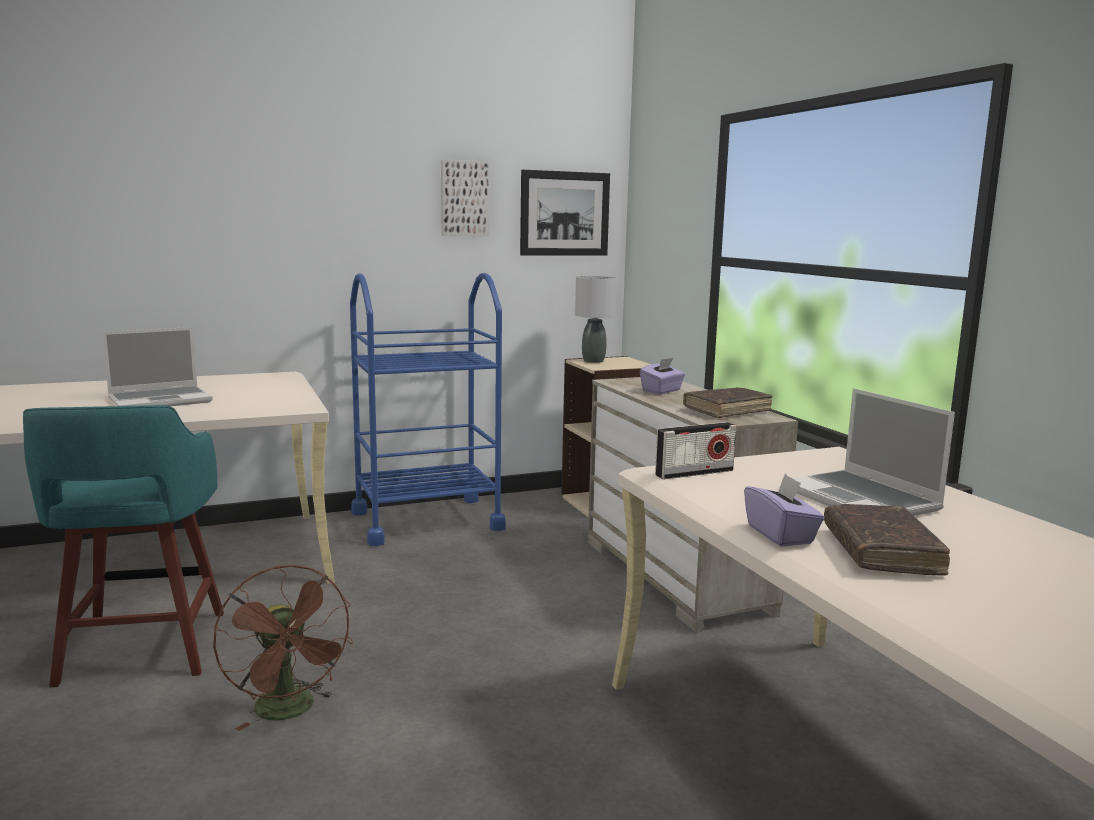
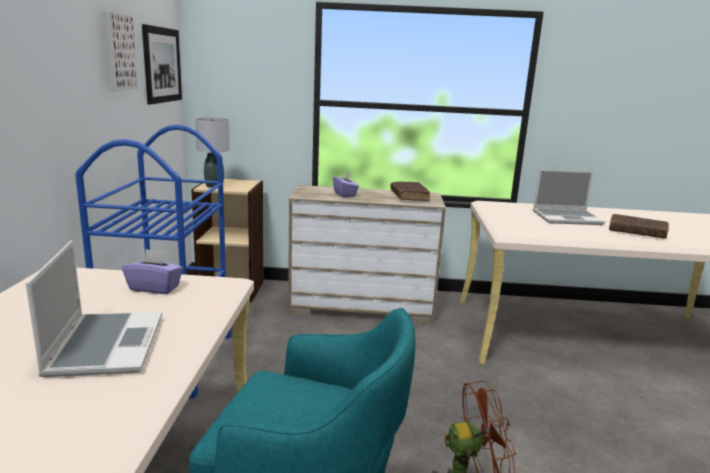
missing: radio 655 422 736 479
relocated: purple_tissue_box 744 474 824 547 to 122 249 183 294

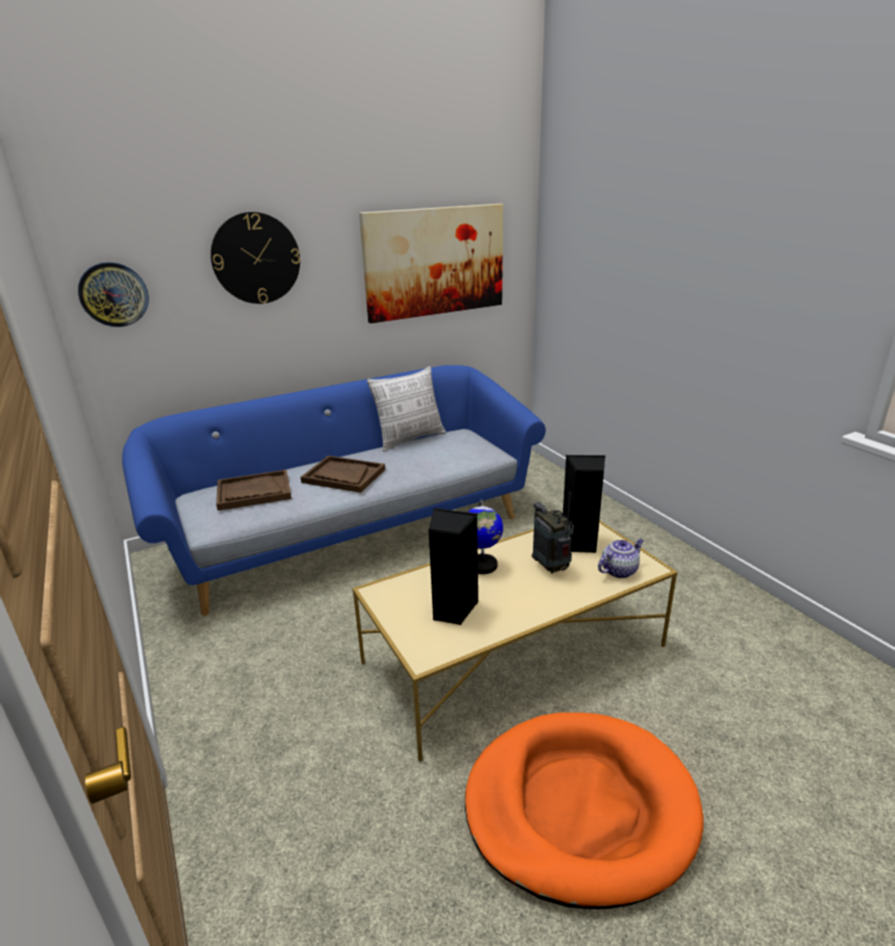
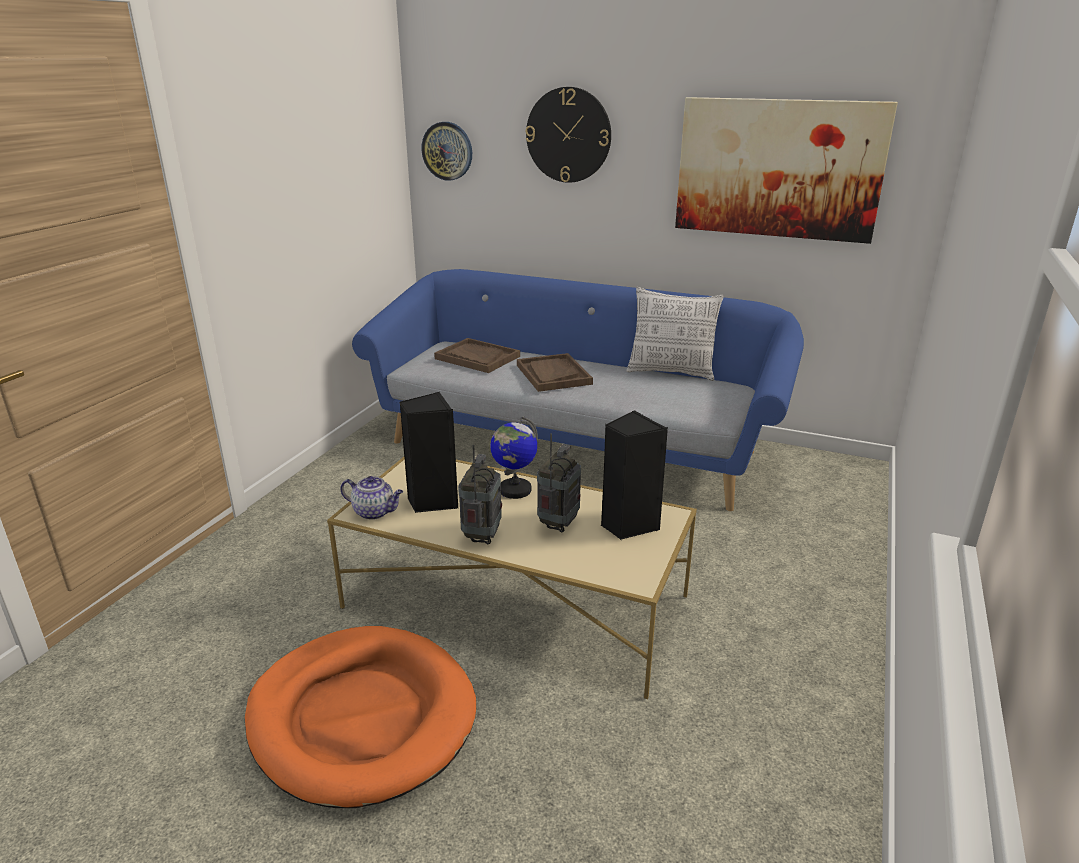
appeared: radio 458 445 502 544
relocated: teapot 598 539 644 578 to 340 476 403 520

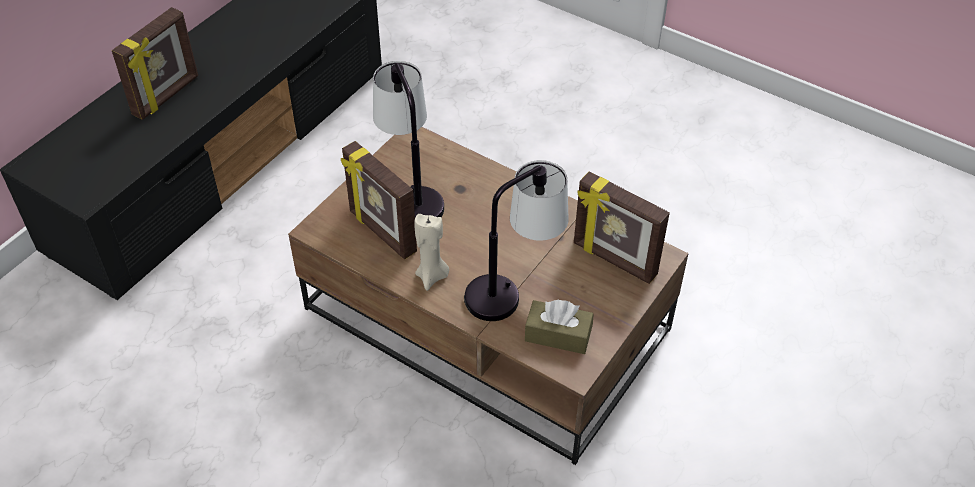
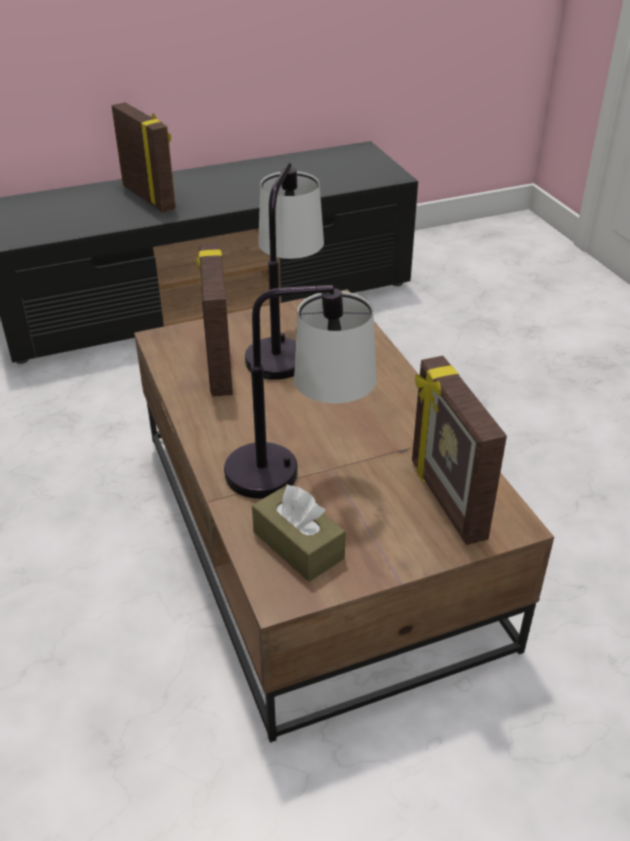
missing: beige_candle 414 214 449 291
spun: picture_frame 112 7 198 120 = 111 102 176 213 105 degrees counterclockwise

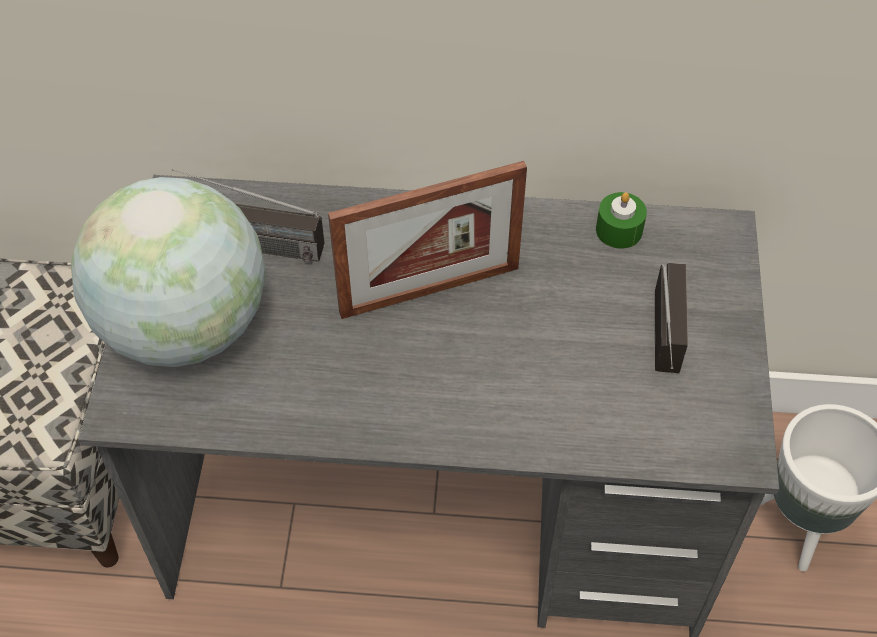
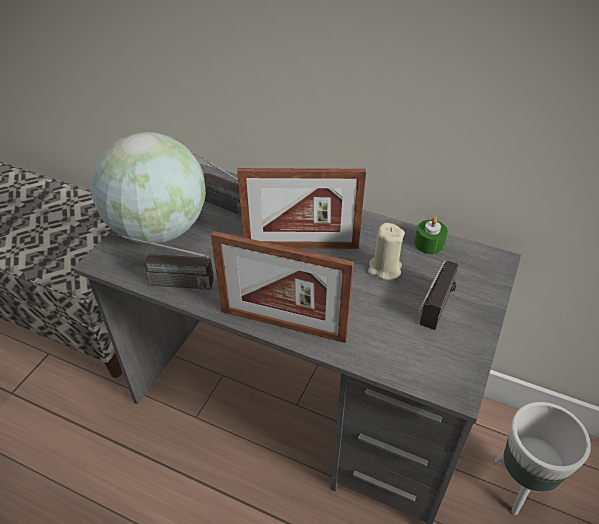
appeared: radio 108 232 214 290; picture_frame 211 231 354 343; beige_candle 368 223 405 280

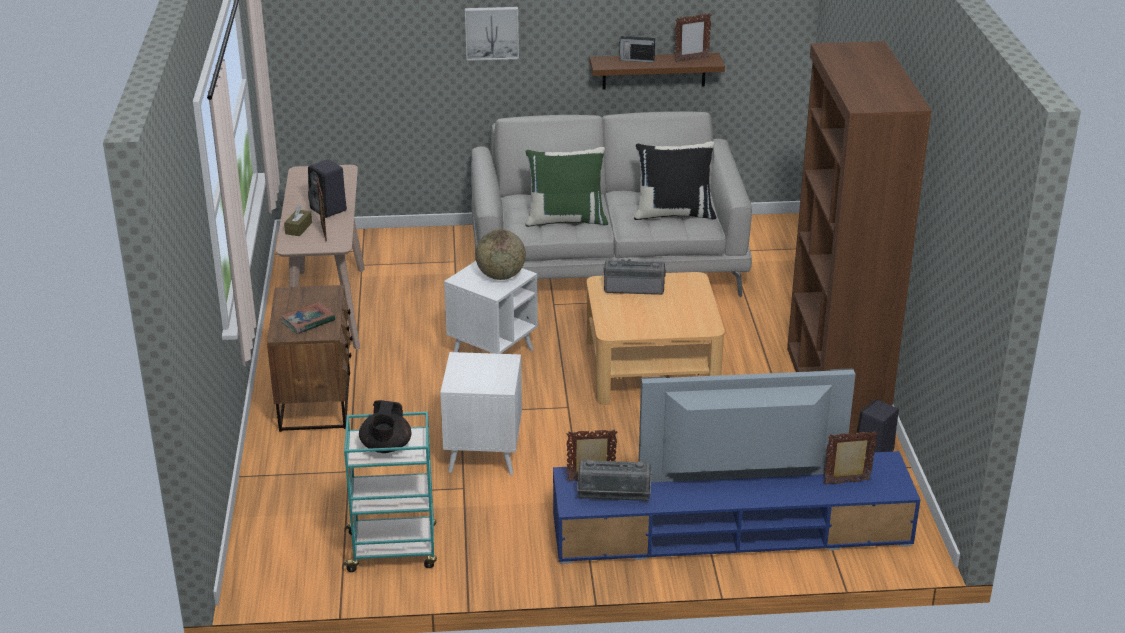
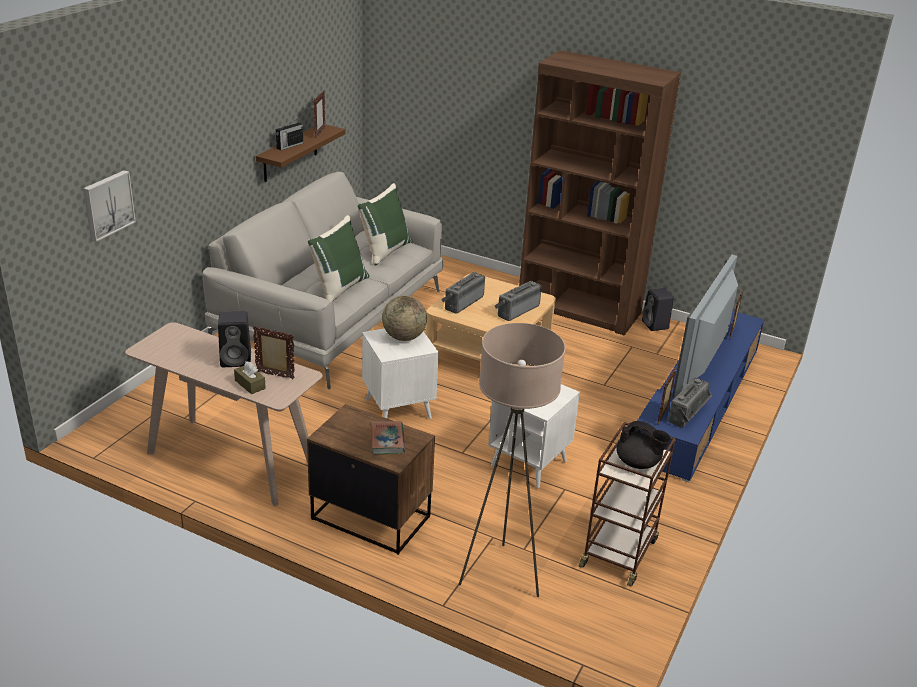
appeared: beige_floor_lamp 459 323 566 597; radio 495 281 542 321
relocated: picture 465 7 519 61 to 83 170 136 242
colour: black_pillow 634 141 716 220 to green_pillow 357 183 413 266; turquoise_cart 342 412 437 572 to brown_cart 578 422 676 587

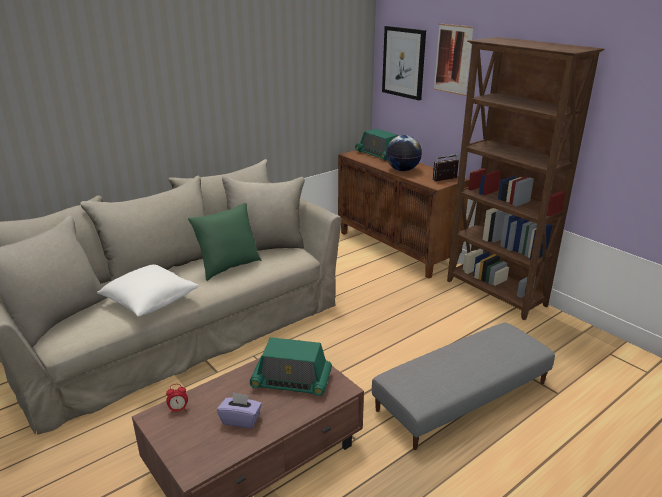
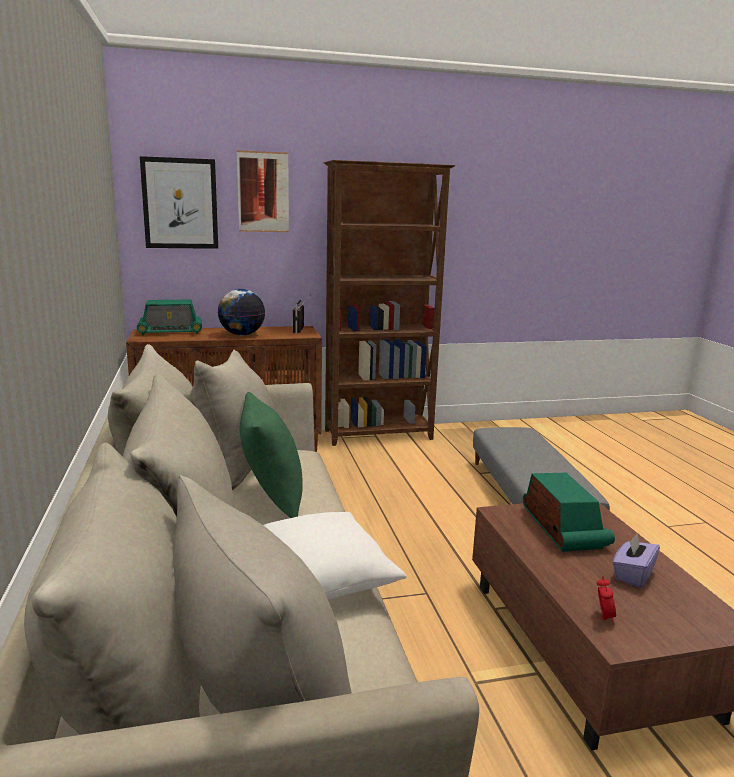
spun: radio 250 337 332 396 = 523 473 615 552 45 degrees counterclockwise

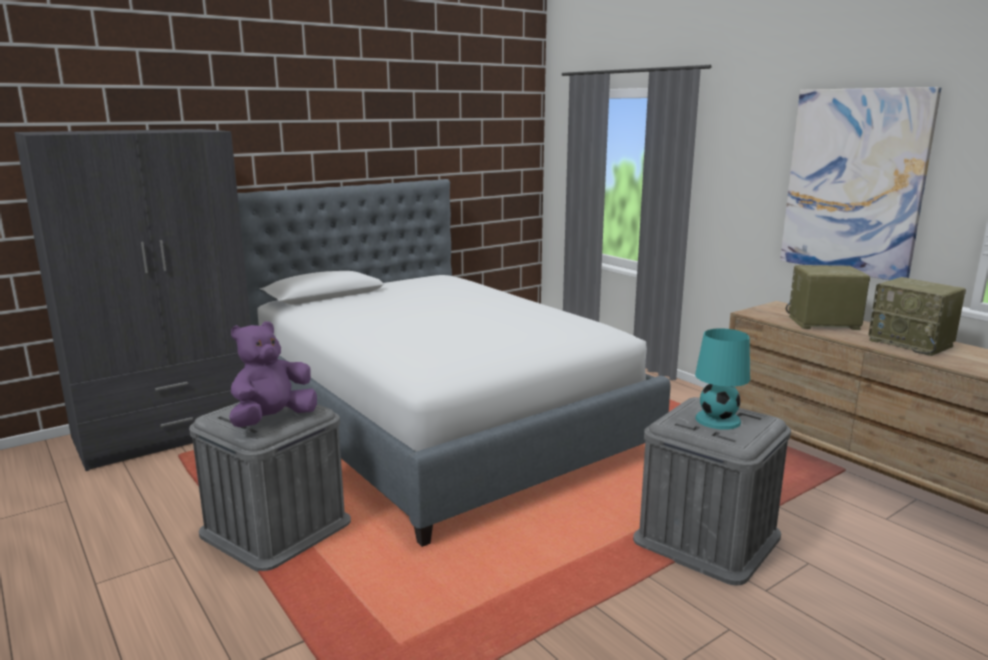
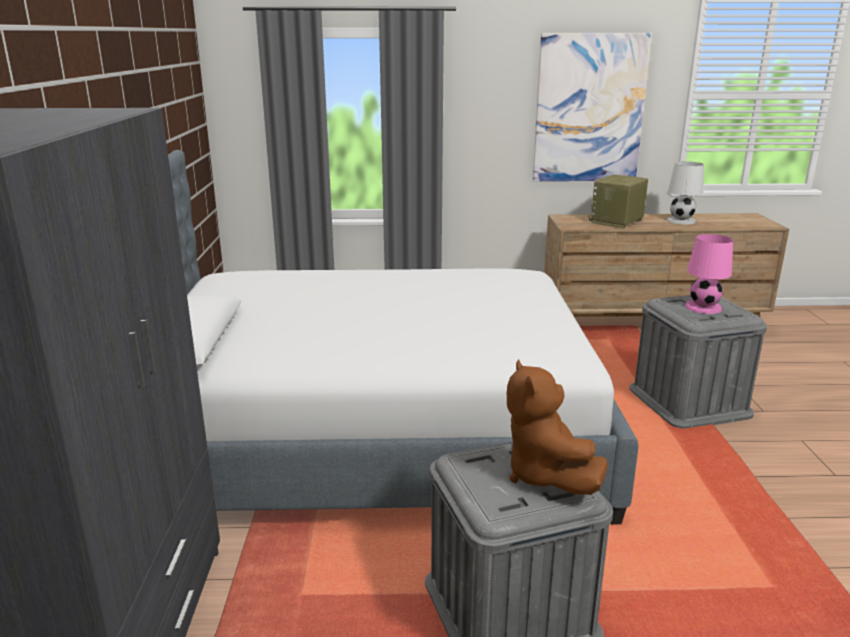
exchanged: radio 868 277 966 356 to white_table_lamp 667 161 704 224
colour: purple_plush_toy 229 321 317 427 to brown_plush_toy 507 359 608 495; turquoise_table_lamp 695 328 750 430 to pink_table_lamp 685 234 733 314

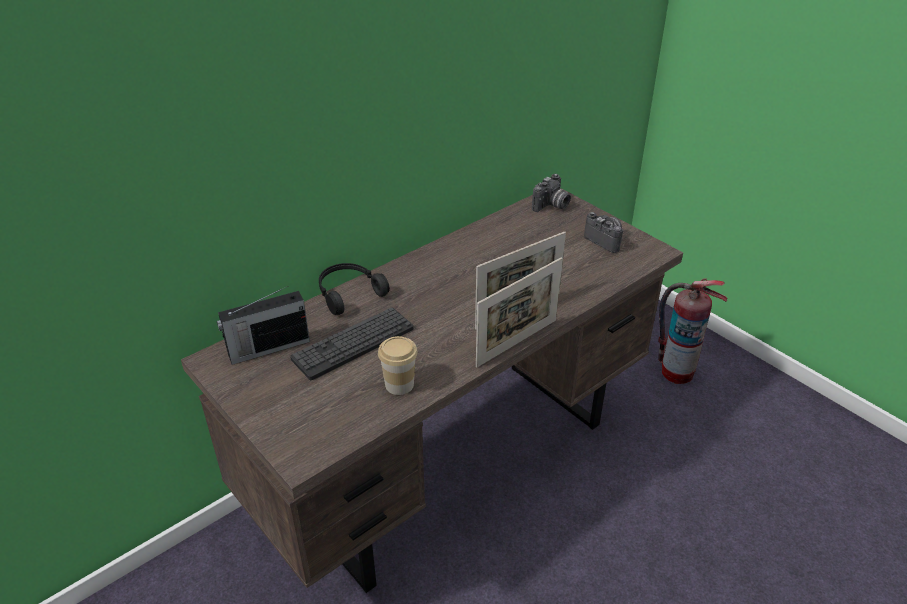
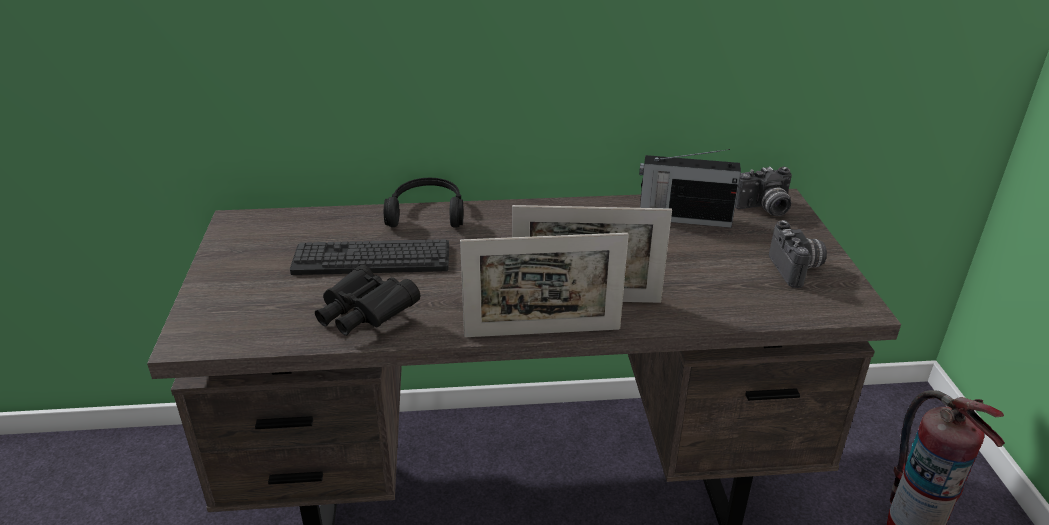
relocated: radio 217 286 310 365 to 639 149 741 228
exchanged: cup 378 336 418 395 to black_binoculars 315 265 420 336

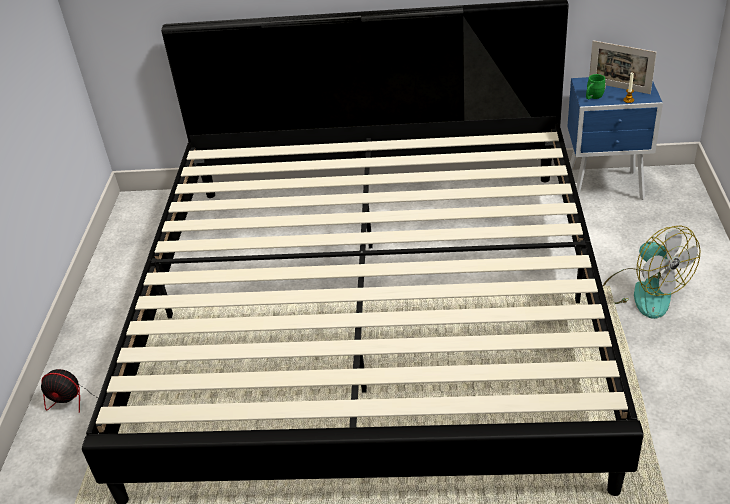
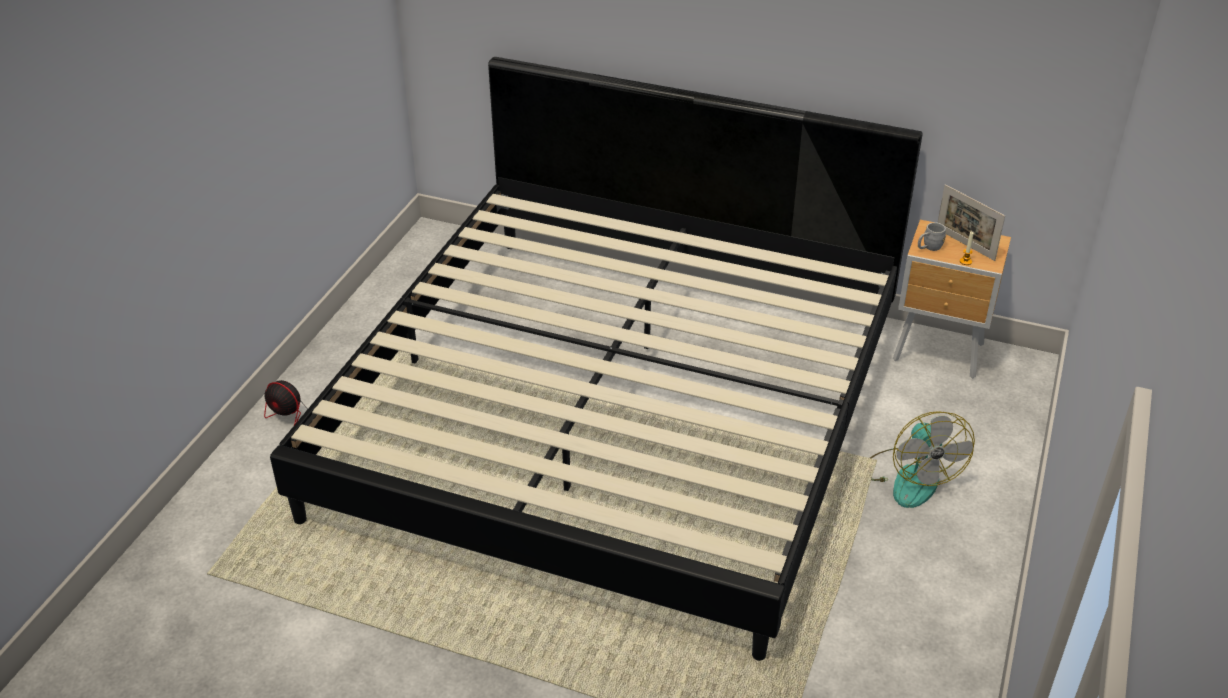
colour: blue_nightstand 567 77 663 200 to brown_nightstand 893 220 1011 379; green_mug 586 74 606 99 to grey_mug 918 222 946 251

